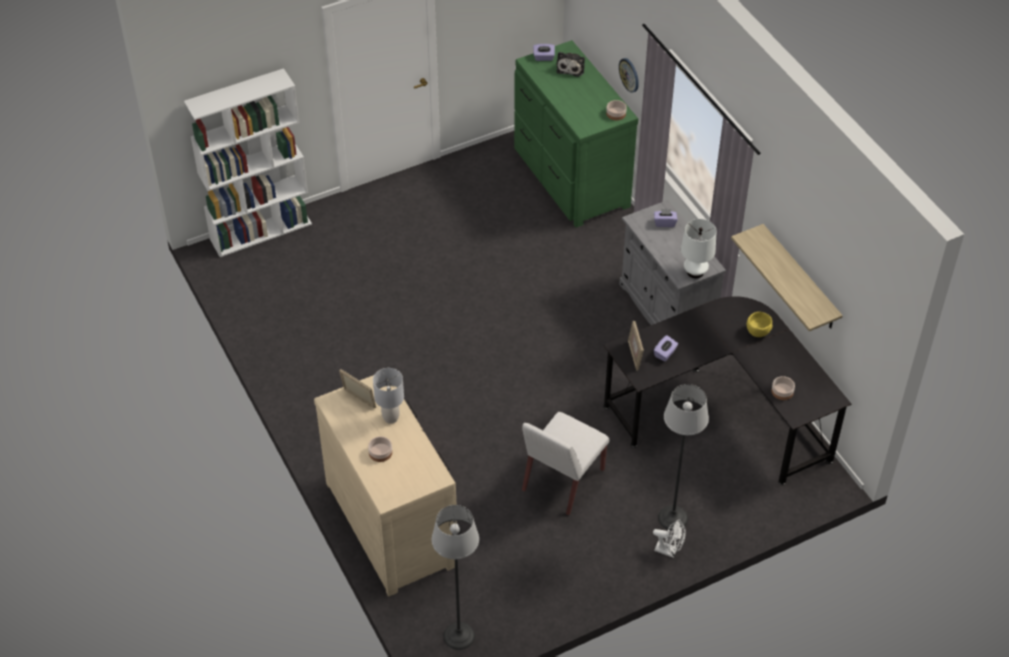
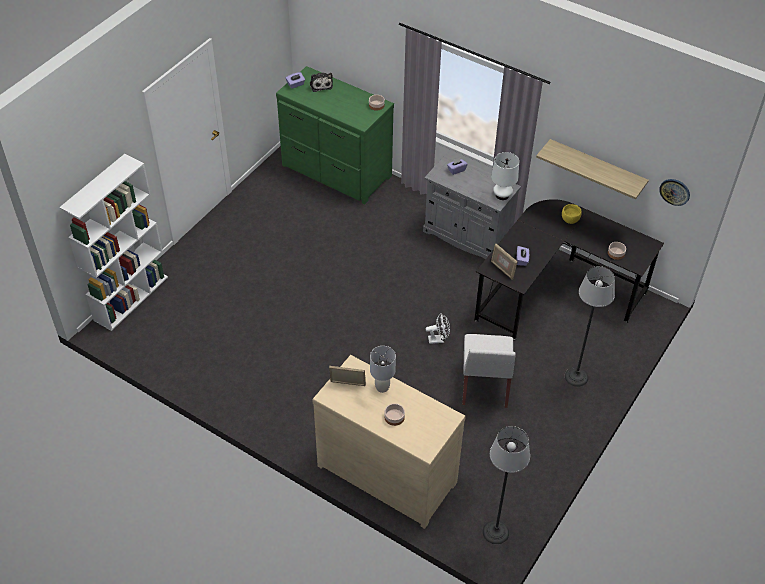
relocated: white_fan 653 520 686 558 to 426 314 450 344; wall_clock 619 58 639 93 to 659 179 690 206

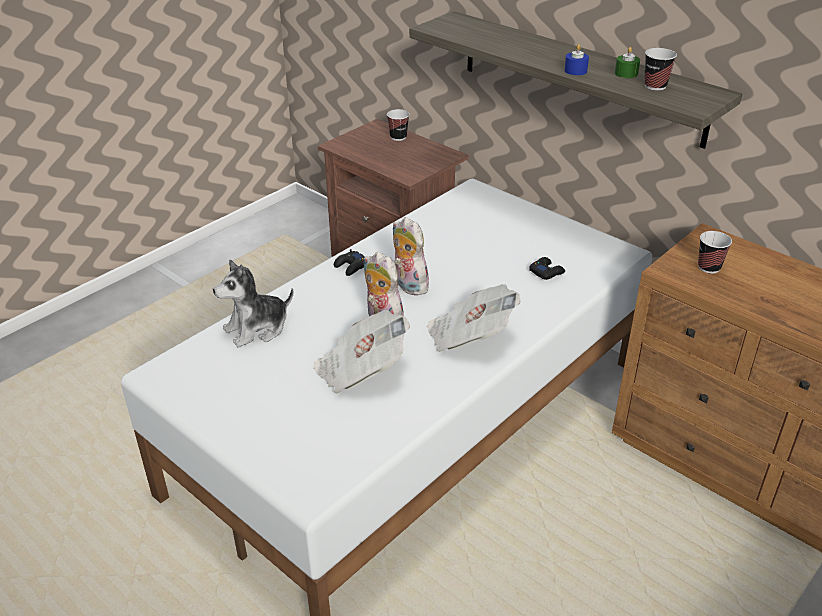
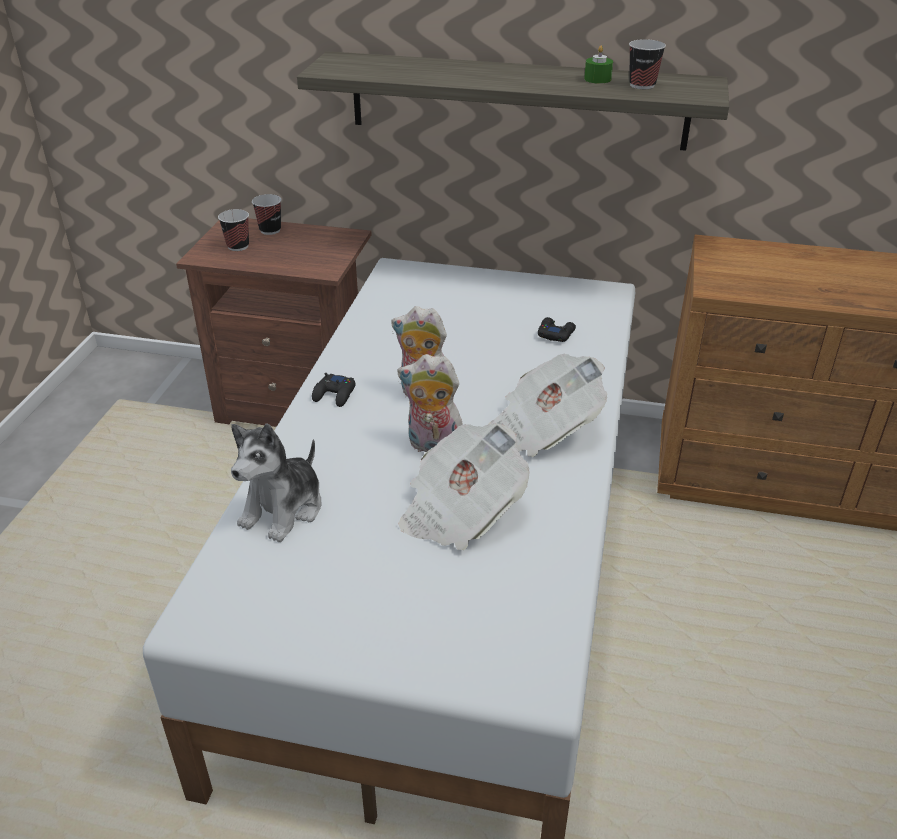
missing: blue_candle 564 44 589 75
relocated: cup 698 231 732 274 to 218 209 249 251

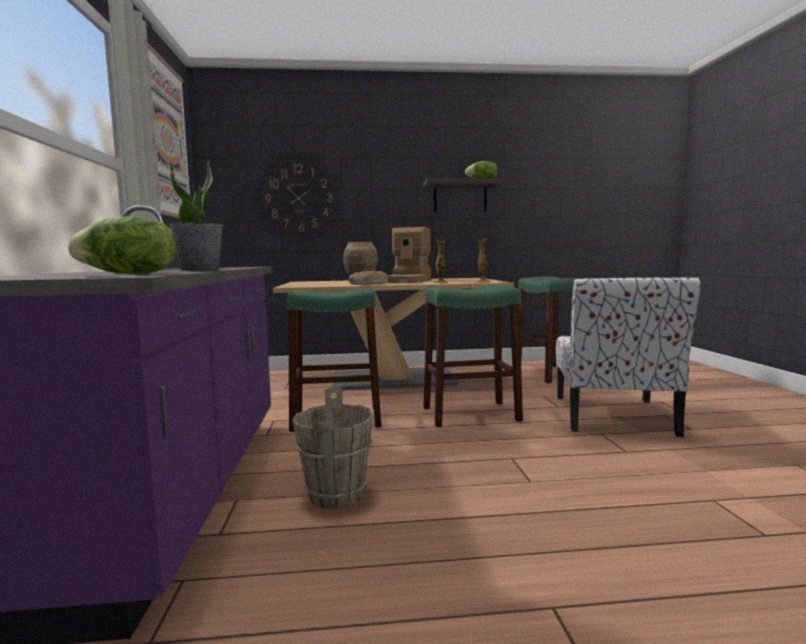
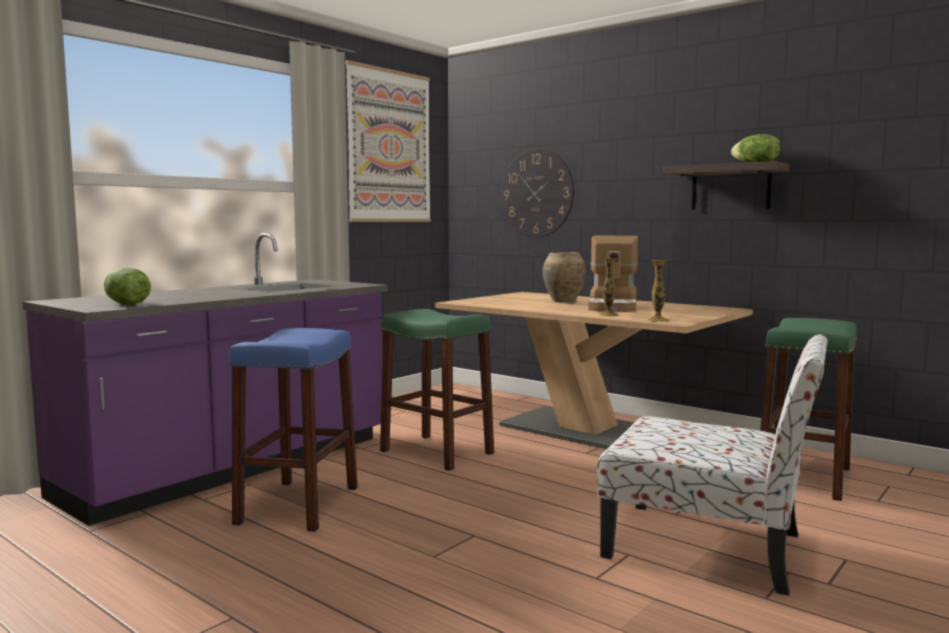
missing: potted_plant 169 161 223 271; bread 349 271 388 285; green_stool 423 285 523 427
exchanged: brown_bucket 292 387 374 509 to blue_stool 229 328 358 532
spun: coffee_machine 387 227 431 283 = 588 236 638 312 45 degrees counterclockwise; chair 556 278 701 437 = 597 334 828 596 120 degrees counterclockwise

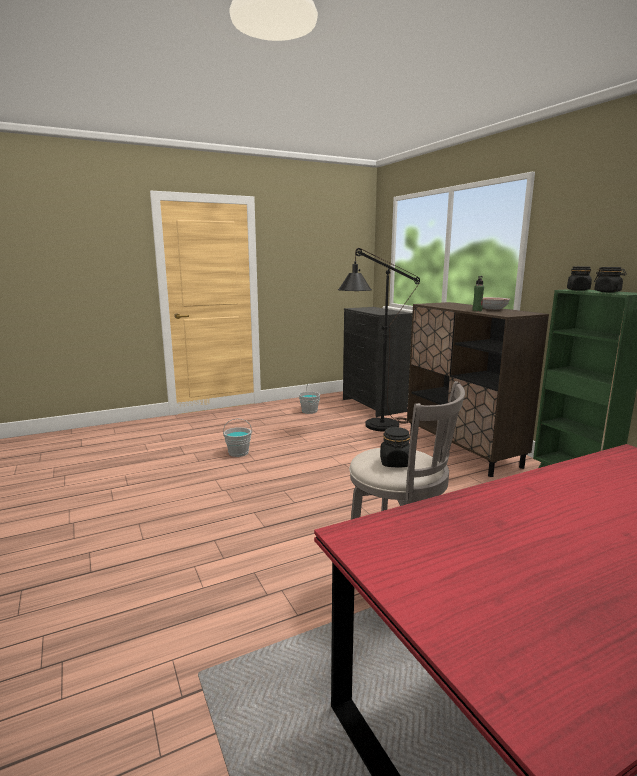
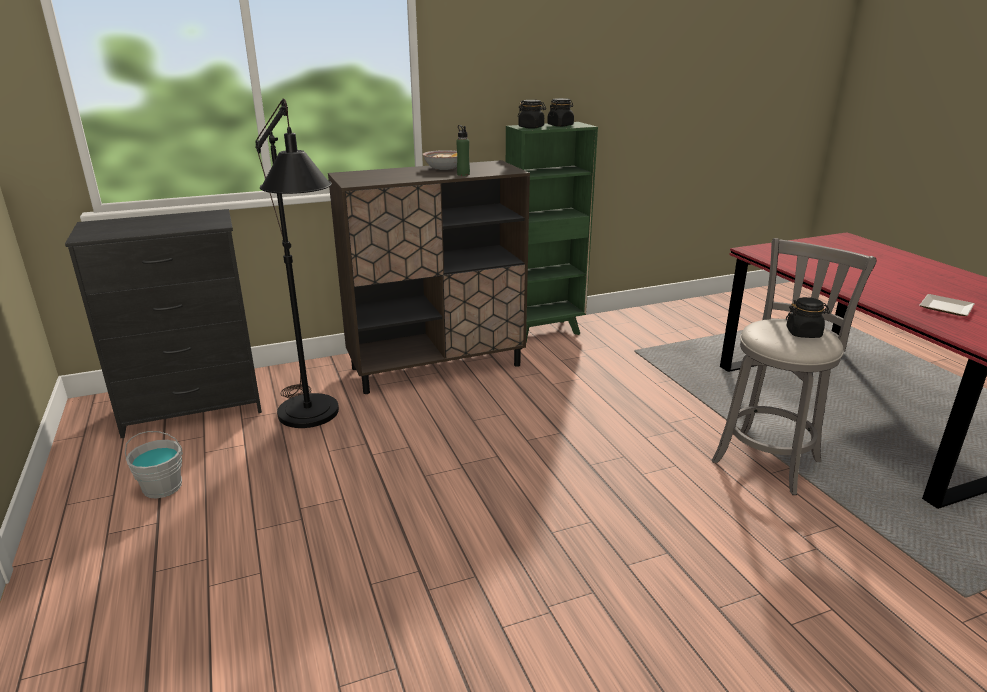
missing: grey_bucket 223 418 252 457
appeared: plate 919 294 974 316

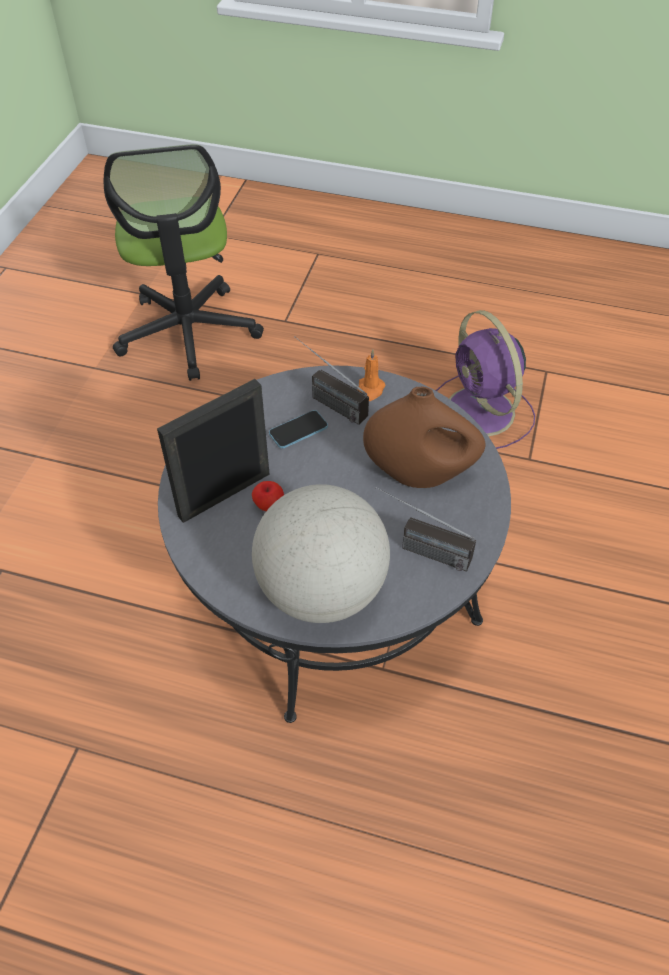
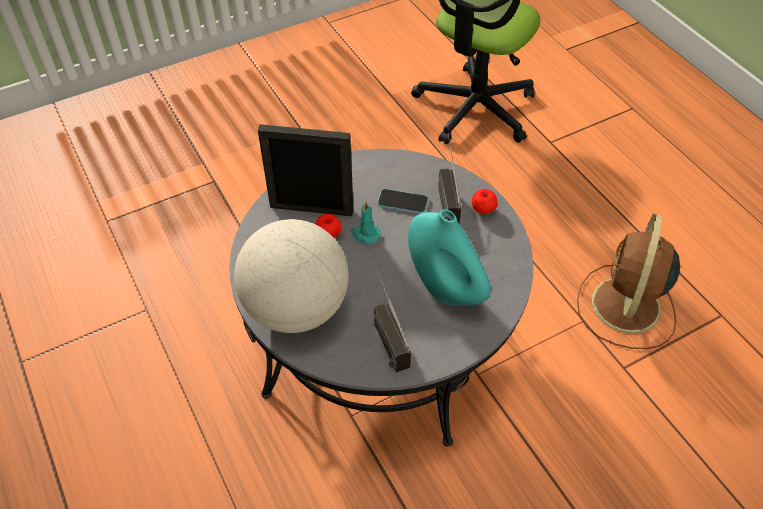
appeared: turquoise_candle 351 201 381 244
exchanged: orange_candle 358 349 385 401 to apple 472 189 498 214
colour: brown_vase 363 387 485 488 to turquoise_vase 408 209 491 306; purple_fan 436 310 535 449 to brown_fan 577 214 680 349

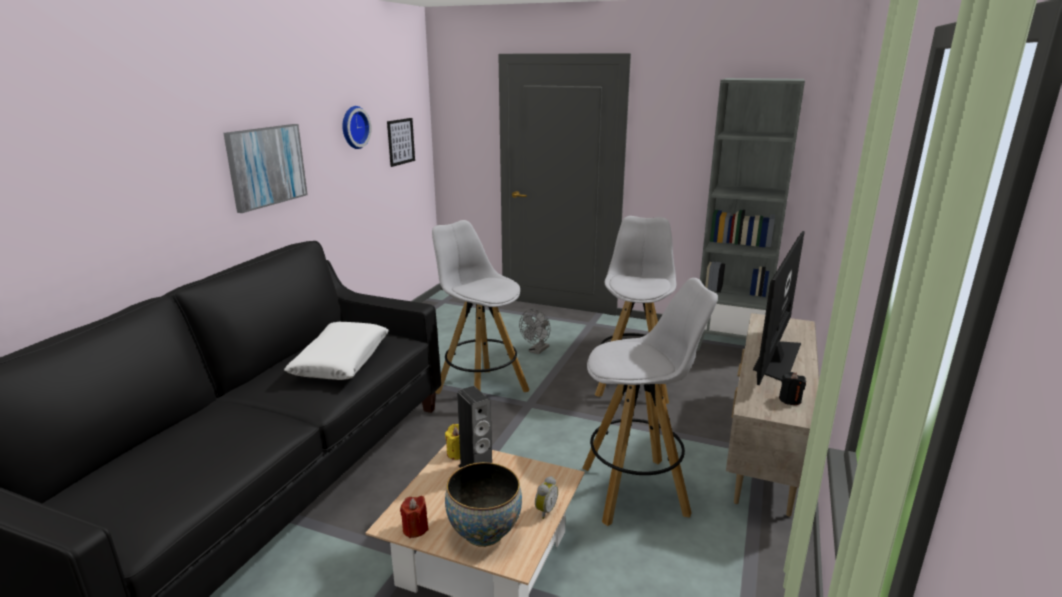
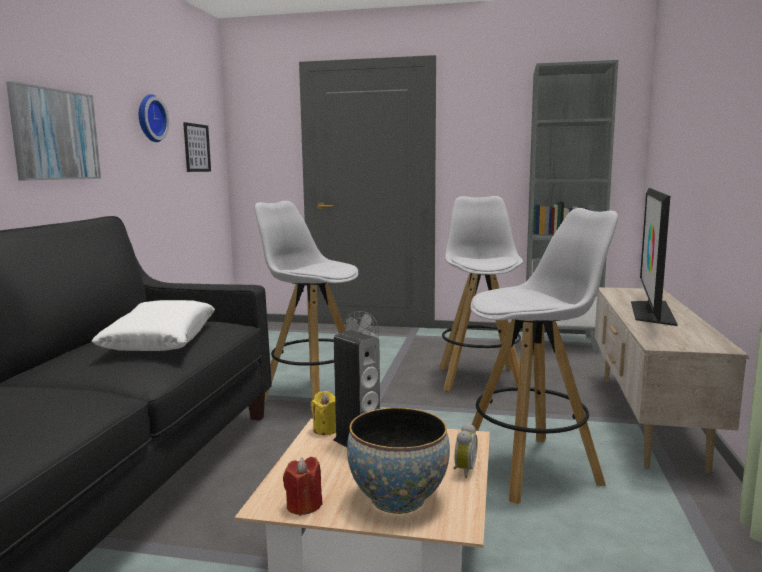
missing: black_candle 779 372 806 405

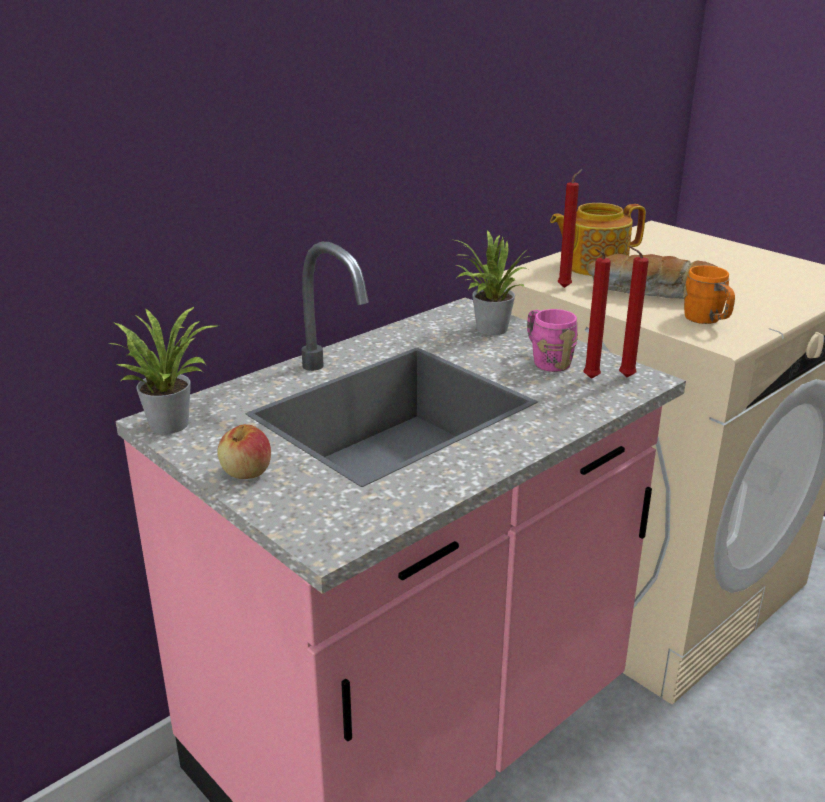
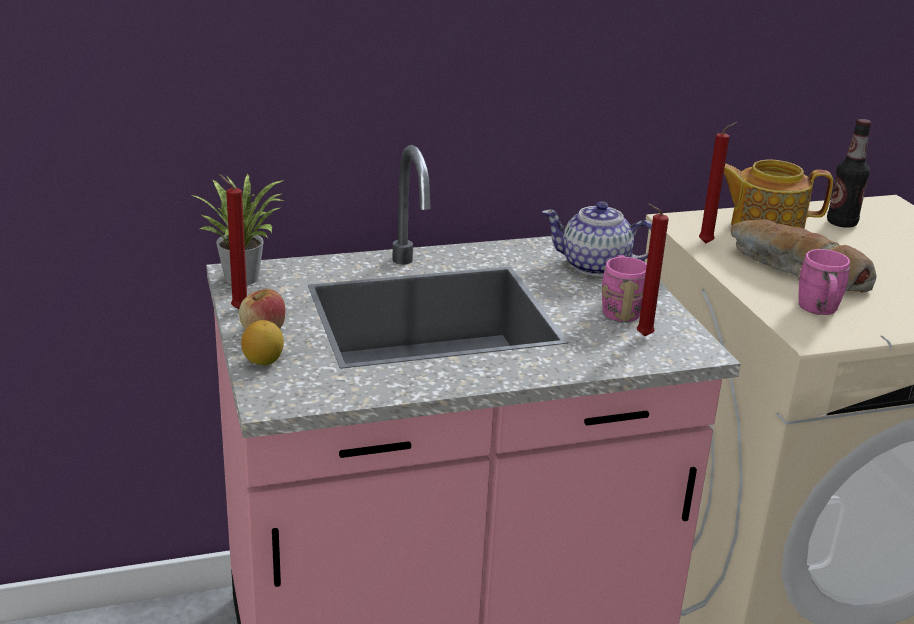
appeared: lemon 241 320 284 365; bottle 827 119 871 228
relocated: red_candle 619 245 649 377 to 219 174 247 309
exchanged: potted_plant 451 230 531 335 to teapot 542 201 652 276
colour: orange_mug 683 265 735 324 to pink_mug 798 249 850 315

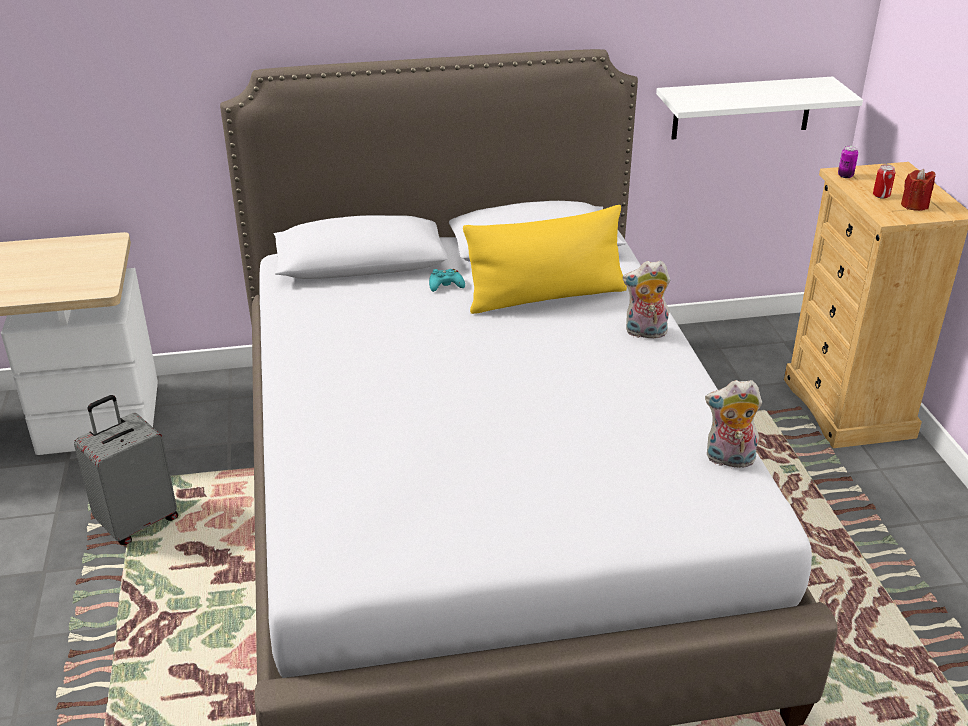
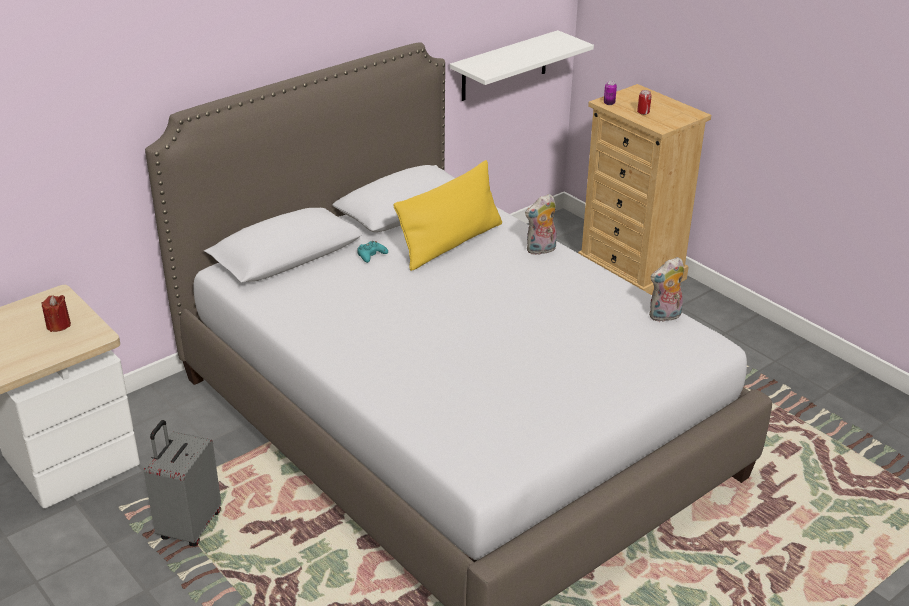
relocated: red_candle 901 169 935 211 to 41 295 71 332

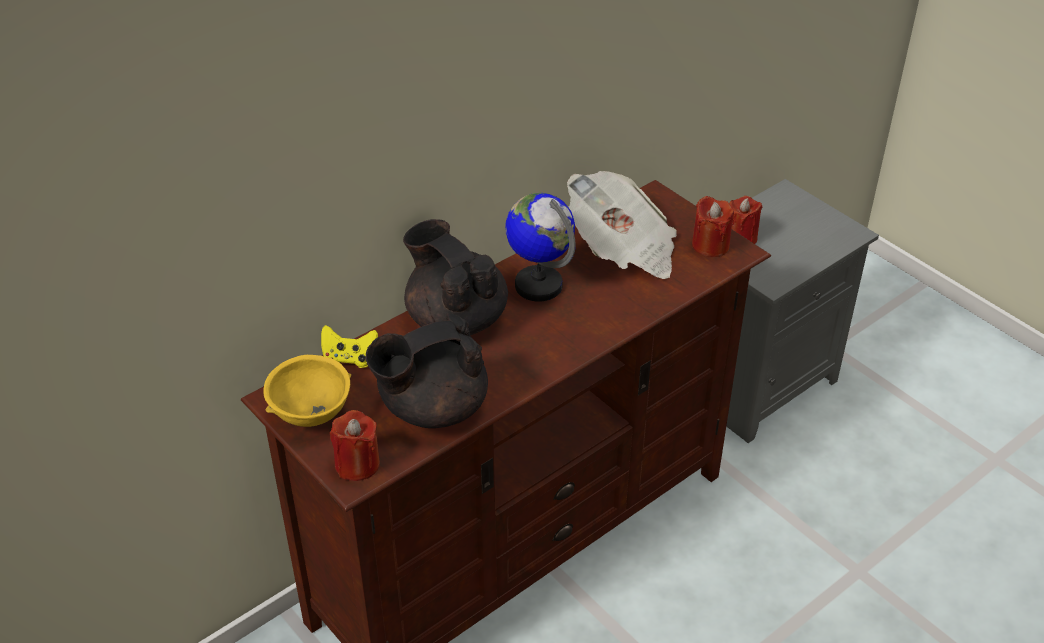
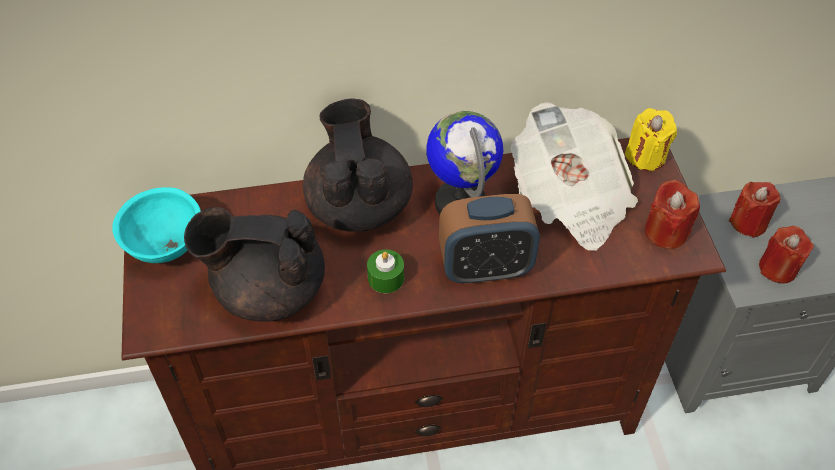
missing: yellow_game_controller 321 325 378 368
appeared: green_candle 367 250 404 293; alarm_clock 439 194 540 284; yellow_candle 625 108 677 171
relocated: red_candle 330 410 380 481 to 759 226 814 284
colour: yellow_bowl 264 355 351 427 to turquoise_bowl 112 187 201 263

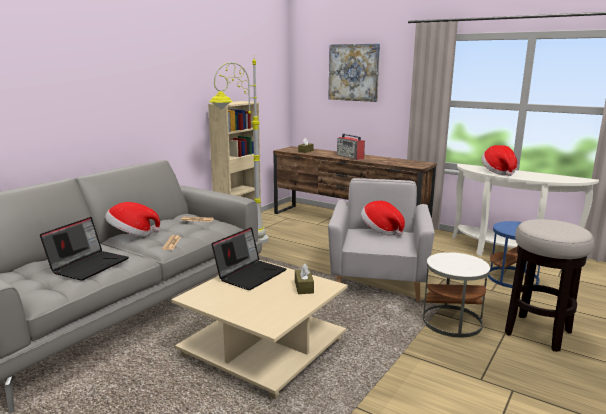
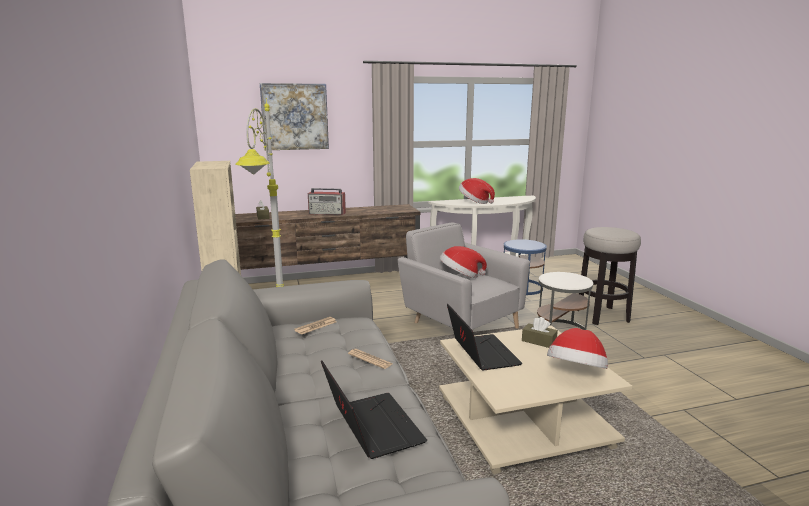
relocated: hat 105 202 160 236 to 547 328 608 369

